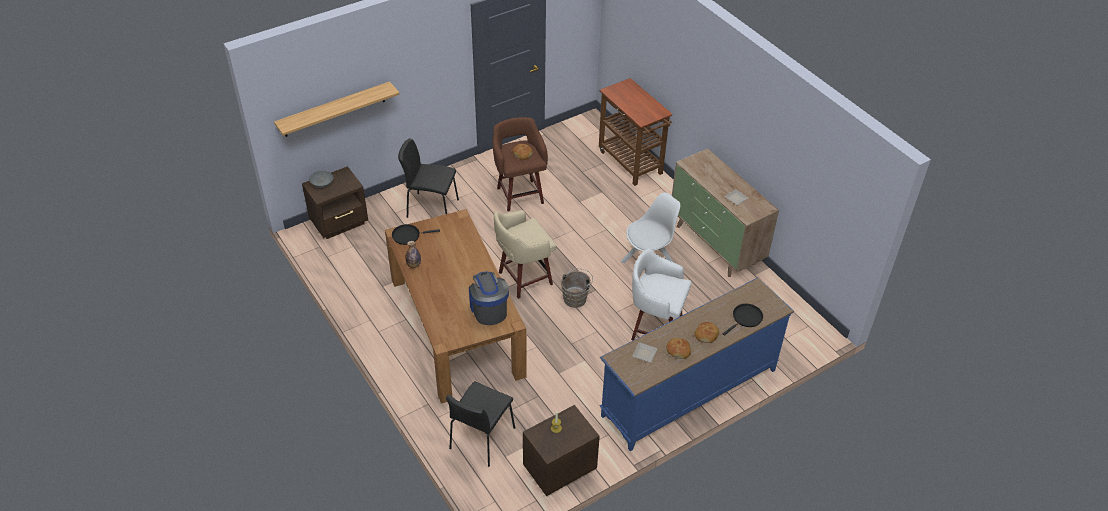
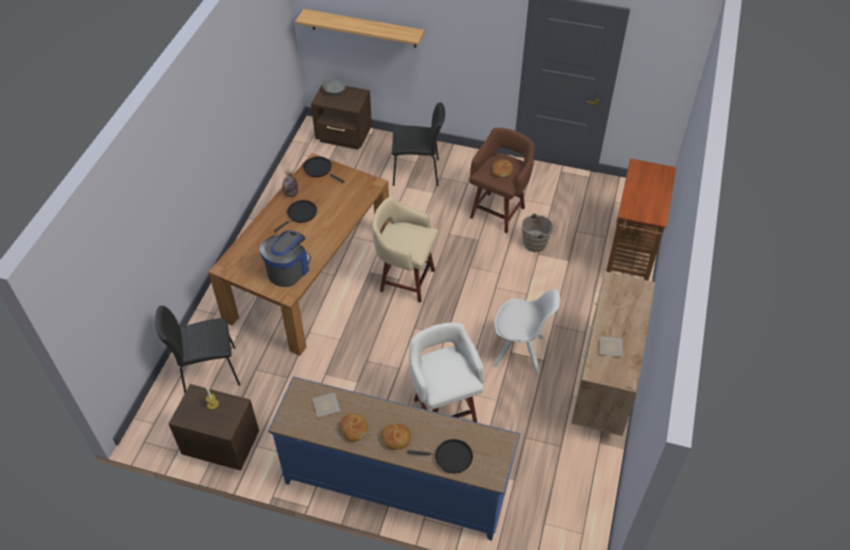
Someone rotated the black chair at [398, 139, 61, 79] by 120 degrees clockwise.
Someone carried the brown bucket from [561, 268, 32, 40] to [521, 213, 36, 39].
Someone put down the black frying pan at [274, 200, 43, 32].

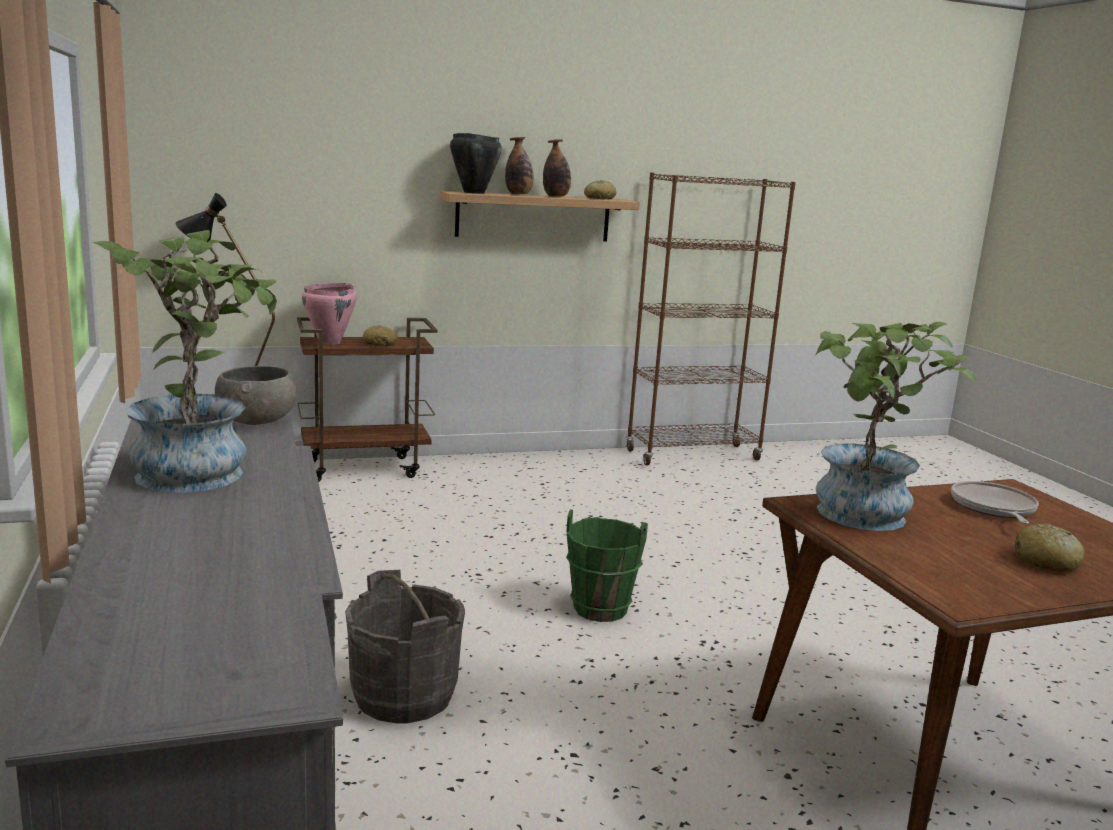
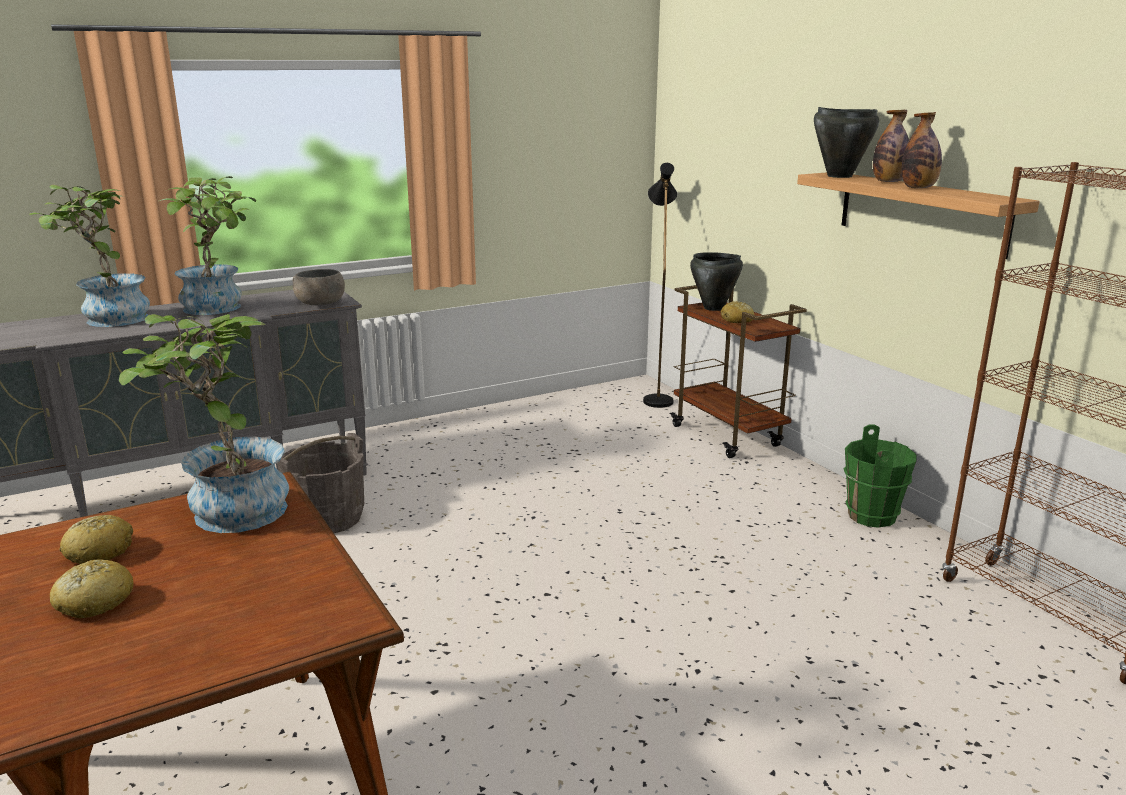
Someone repainted the pink cooking pot at [302, 283, 55, 62], which became the black cooking pot at [690, 252, 53, 59].
Someone carried the green bucket from [566, 509, 82, 113] to [844, 425, 73, 103].
Someone carried the bread from [584, 180, 32, 19] to [59, 515, 74, 49].
Someone took away the frying pan at [951, 481, 88, 43].
Someone put down the potted plant at [29, 185, 121, 142].

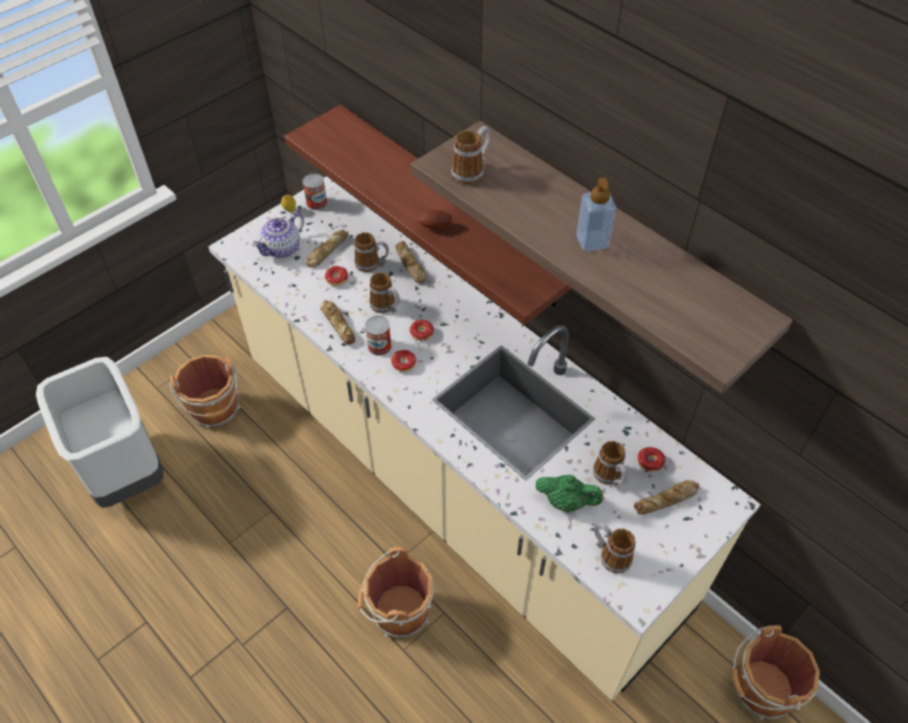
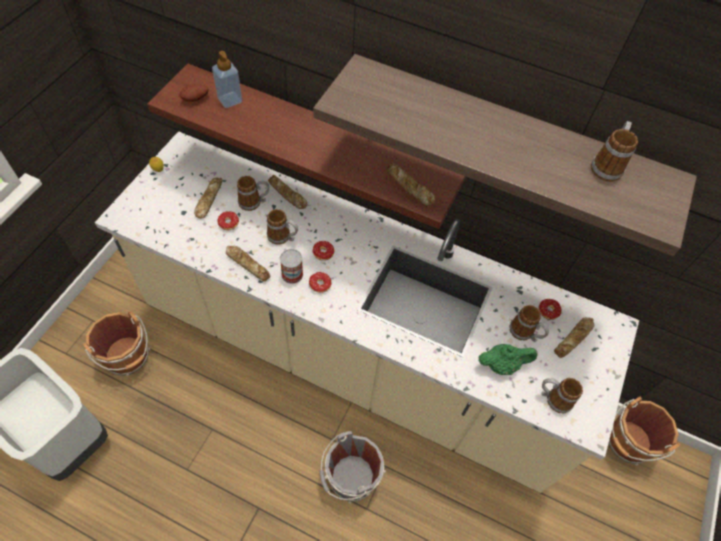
Someone took away the teapot at [252, 212, 52, 46].
Someone took away the can at [302, 173, 25, 37].
Someone repainted the brown bucket at [358, 547, 76, 91], which became the grey bucket at [320, 431, 66, 73].
Someone carried the potato from [418, 210, 34, 19] to [179, 84, 30, 17].
Someone carried the mug from [451, 126, 40, 58] to [591, 121, 47, 61].
Someone carried the soap dispenser from [576, 178, 40, 74] to [212, 51, 30, 57].
Someone put down the bread at [386, 162, 49, 44].

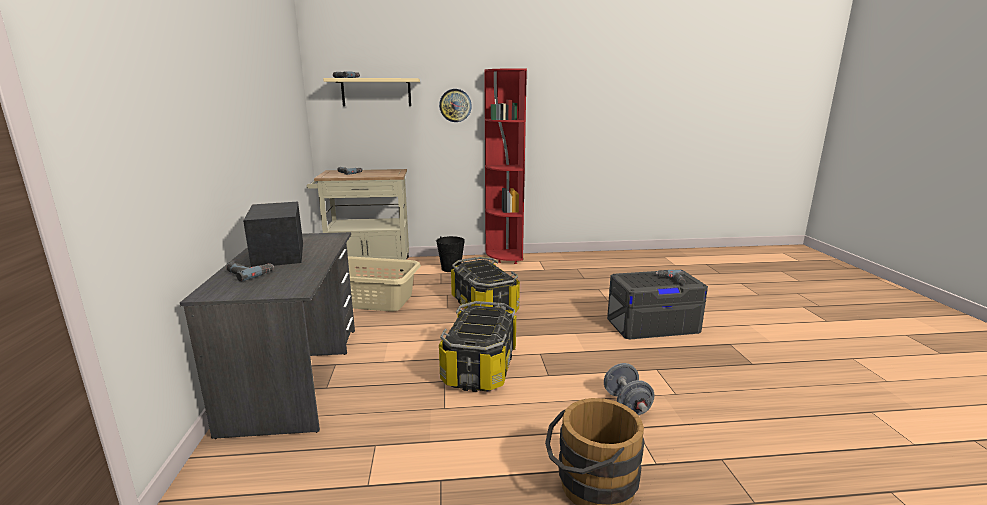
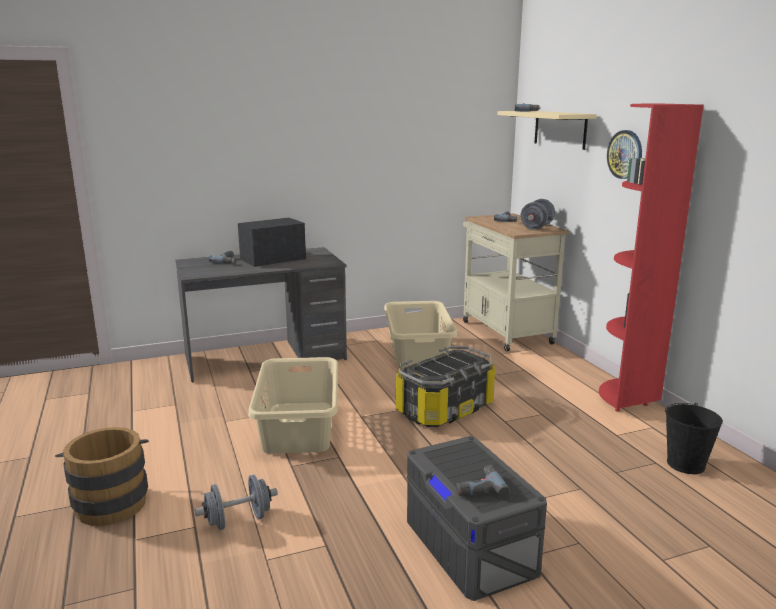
Someone carried the black bucket from [436, 236, 29, 36] to [665, 403, 58, 71].
Someone swapped the storage box at [439, 301, 77, 91] for the beige laundry basket at [248, 357, 90, 97].
Someone put down the grey dumbbell at [520, 199, 35, 31].

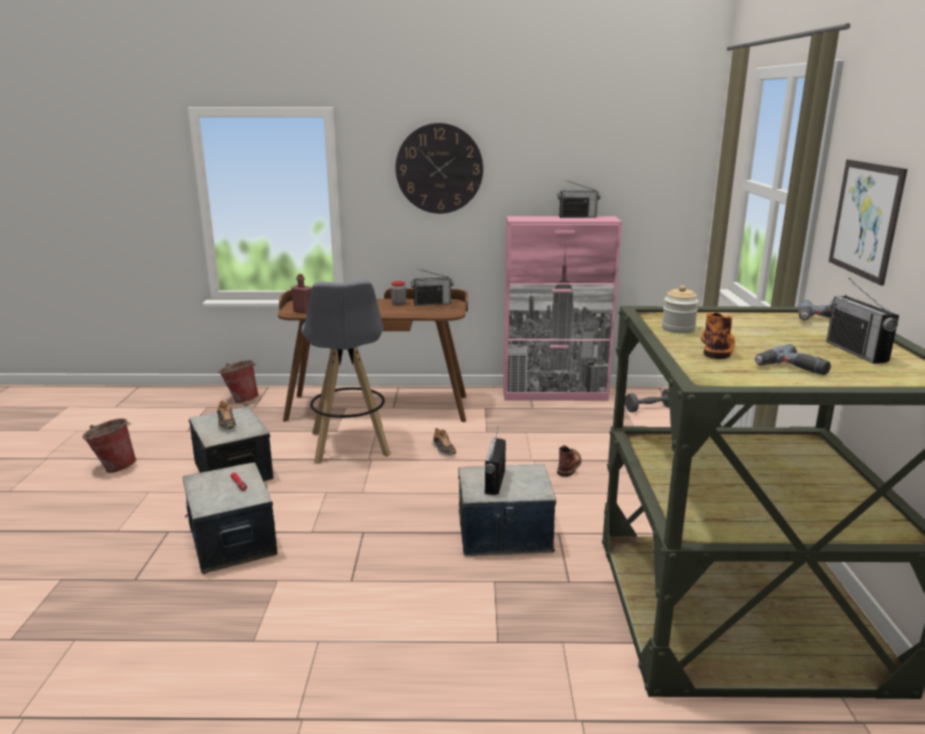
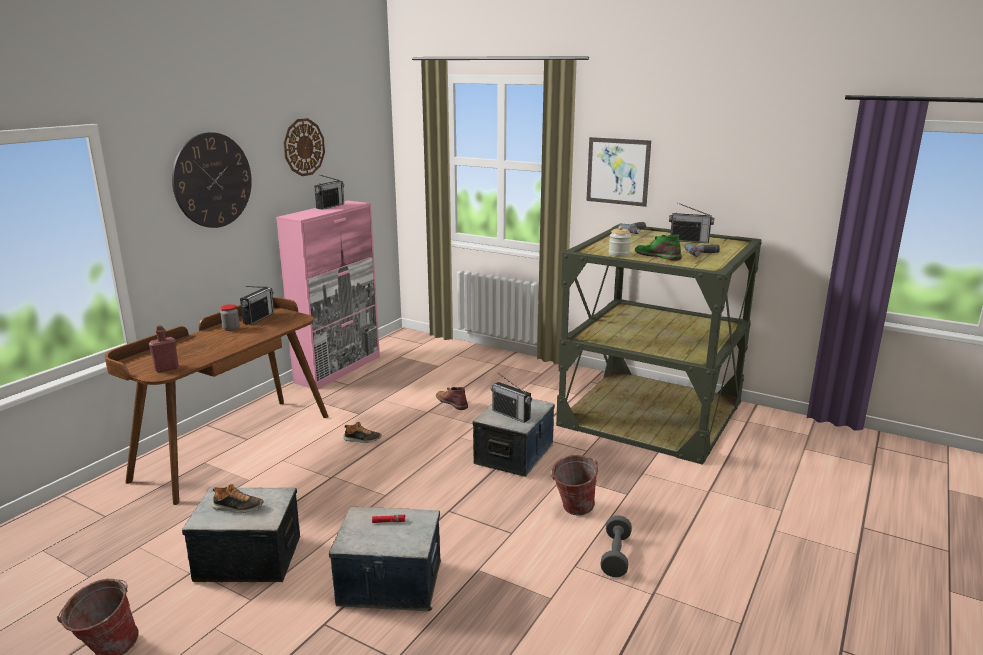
Someone carried the bucket from [219, 360, 40, 43] to [550, 455, 48, 60].
Someone took away the grey stool at [301, 279, 90, 184].
Someone carried the grey dumbbell from [625, 389, 45, 23] to [600, 515, 32, 62].
Someone repainted the orange boot at [701, 312, 34, 47], which became the green boot at [635, 235, 47, 26].
Someone put up the wall clock at [283, 118, 42, 58].

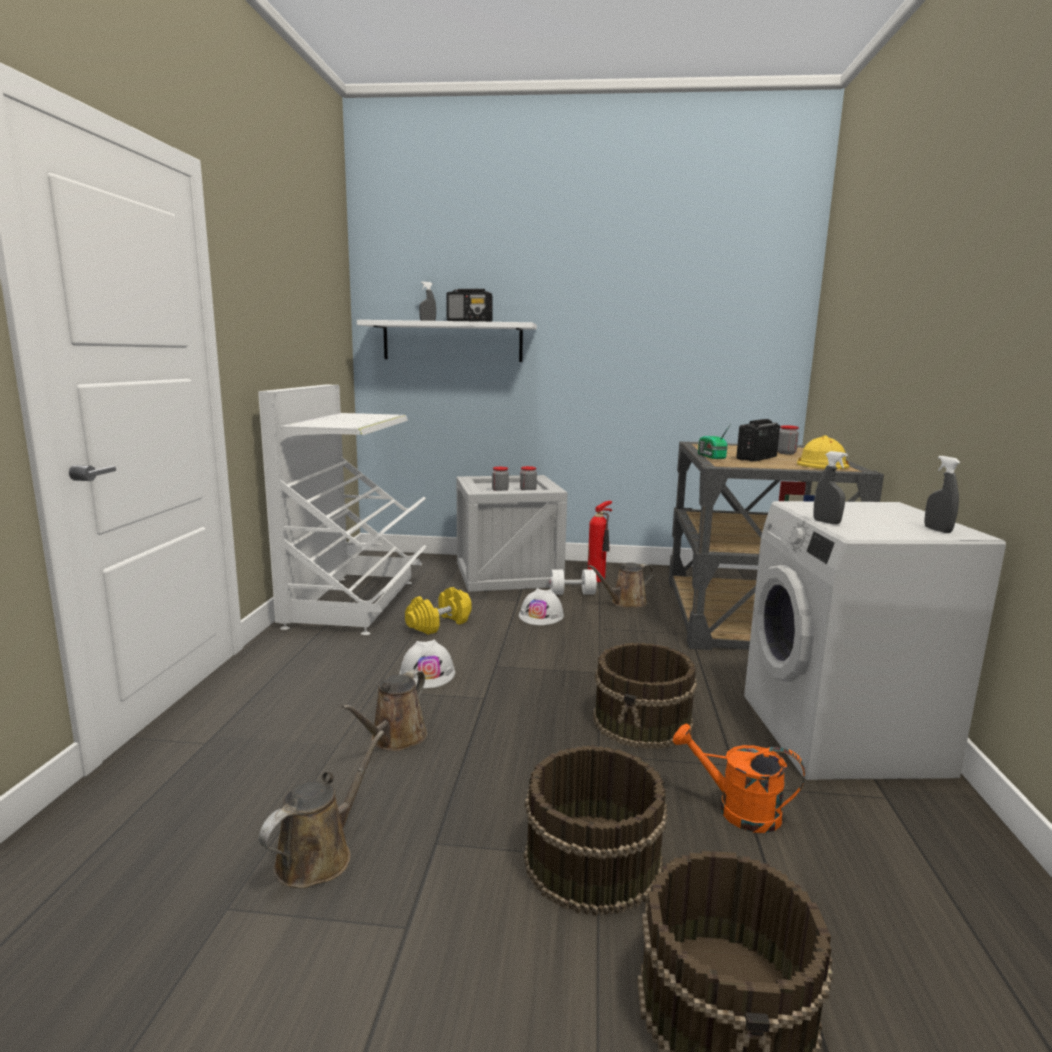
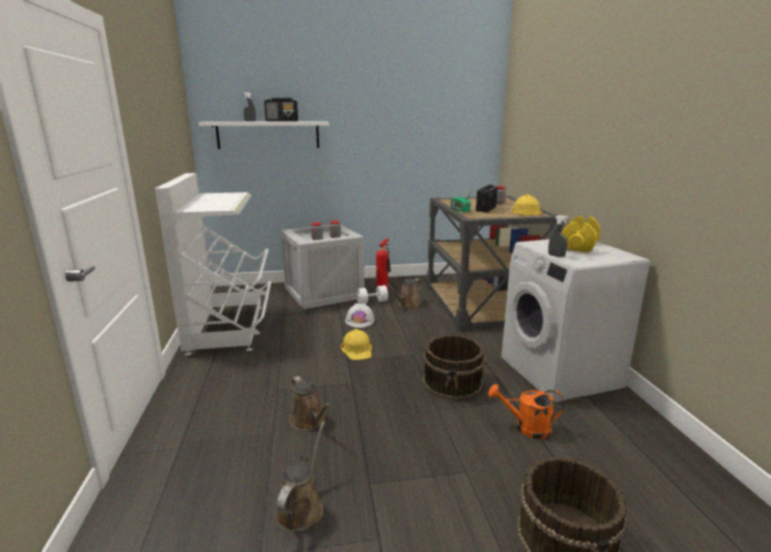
Someone rotated the brown watering can at [341, 670, 87, 81] by 45 degrees counterclockwise.
Someone took away the white hard hat at [399, 640, 56, 48].
Someone carried the yellow dumbbell from [405, 587, 67, 48] to [561, 216, 40, 37].
Someone took away the brown bucket at [524, 745, 143, 171].
Someone took away the grey spray bottle at [924, 456, 36, 77].
Someone put down the yellow hard hat at [341, 329, 31, 31].

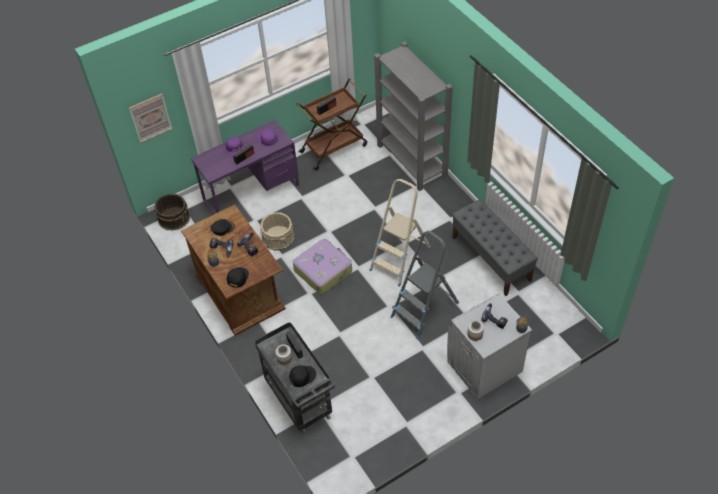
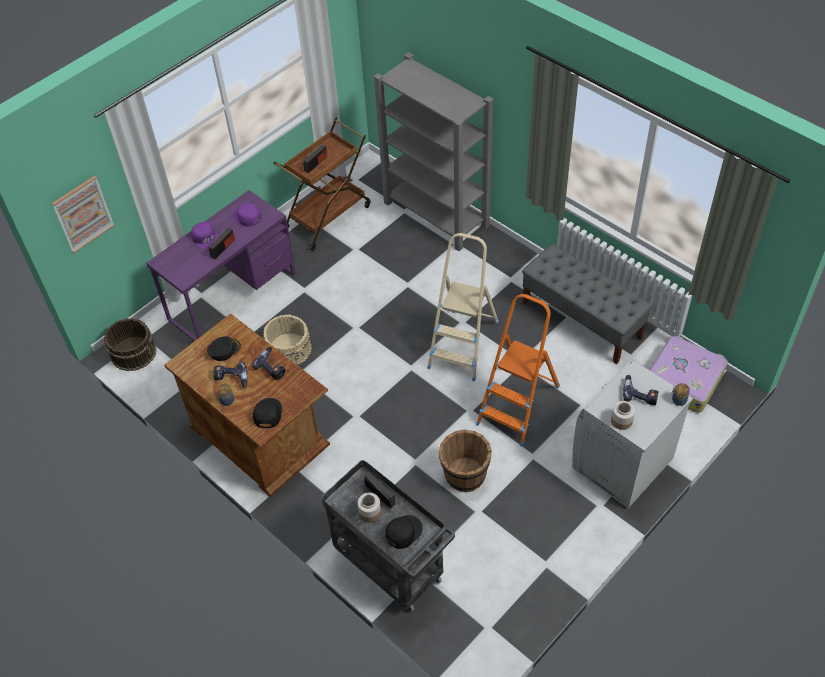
Someone carried the suitcase from [293, 239, 59, 55] to [649, 336, 79, 77].
Someone repainted the grey step ladder at [390, 231, 69, 108], which became the orange step ladder at [476, 294, 84, 152].
Someone put down the brown bucket at [439, 429, 53, 63].

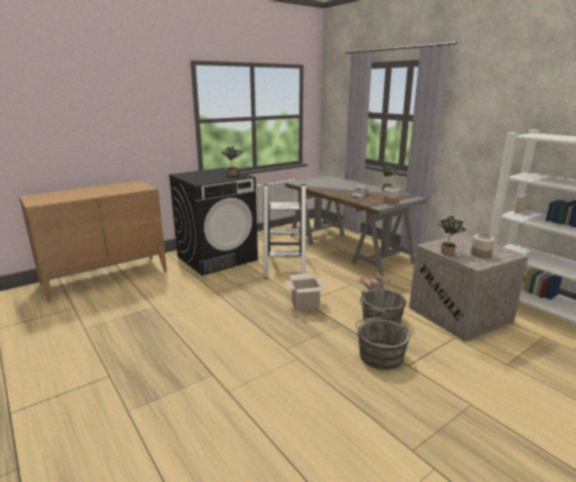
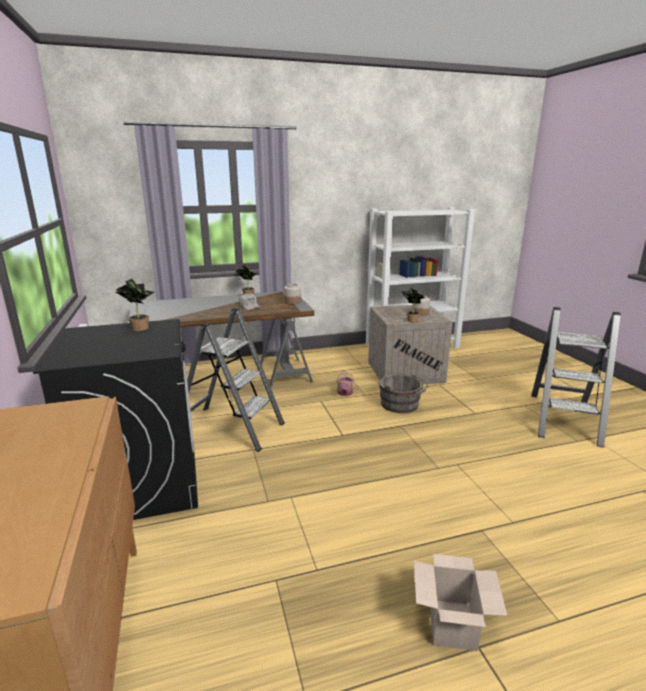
Someone carried the cardboard box from [285, 273, 42, 38] to [414, 554, 93, 97].
Someone took away the grey bucket at [355, 317, 55, 53].
Someone put down the grey step ladder at [531, 307, 90, 141].

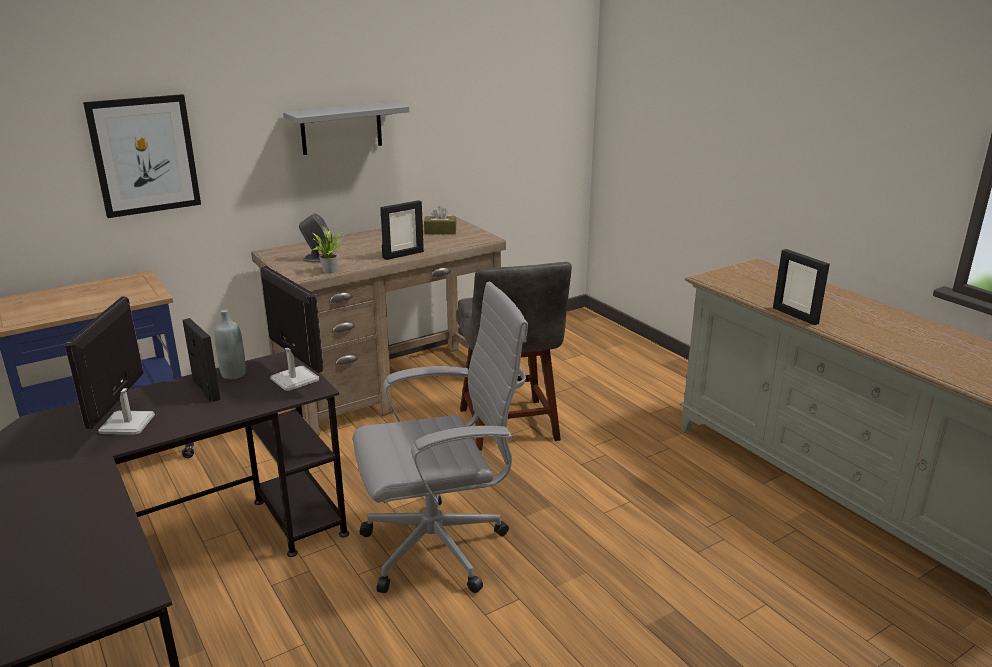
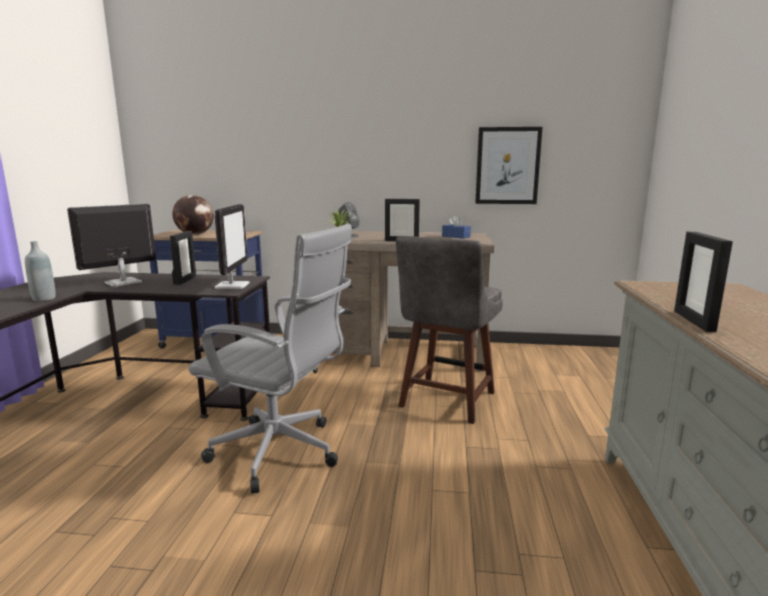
Someone carried the picture from [83, 94, 118, 124] to [475, 127, 67, 77].
Someone carried the grey bottle from [214, 309, 32, 70] to [25, 241, 31, 60].
Someone took away the grey shelf at [283, 102, 126, 53].
Someone repainted the brown tissue box at [424, 206, 33, 28], which became the blue tissue box at [442, 215, 29, 24].
Someone put down the globe at [172, 195, 42, 40].

